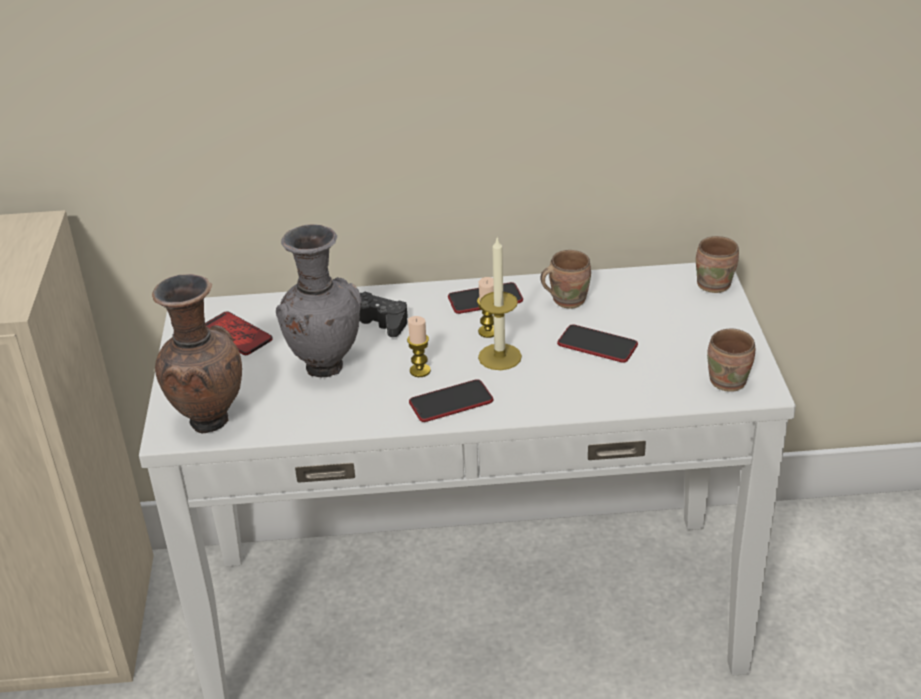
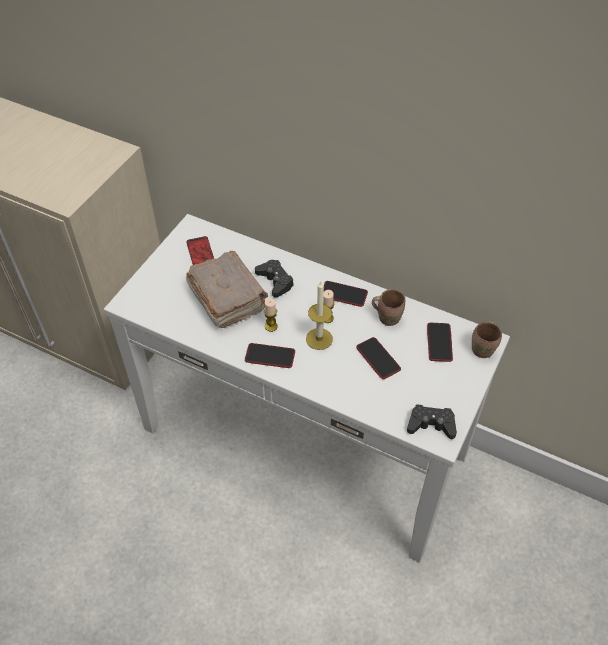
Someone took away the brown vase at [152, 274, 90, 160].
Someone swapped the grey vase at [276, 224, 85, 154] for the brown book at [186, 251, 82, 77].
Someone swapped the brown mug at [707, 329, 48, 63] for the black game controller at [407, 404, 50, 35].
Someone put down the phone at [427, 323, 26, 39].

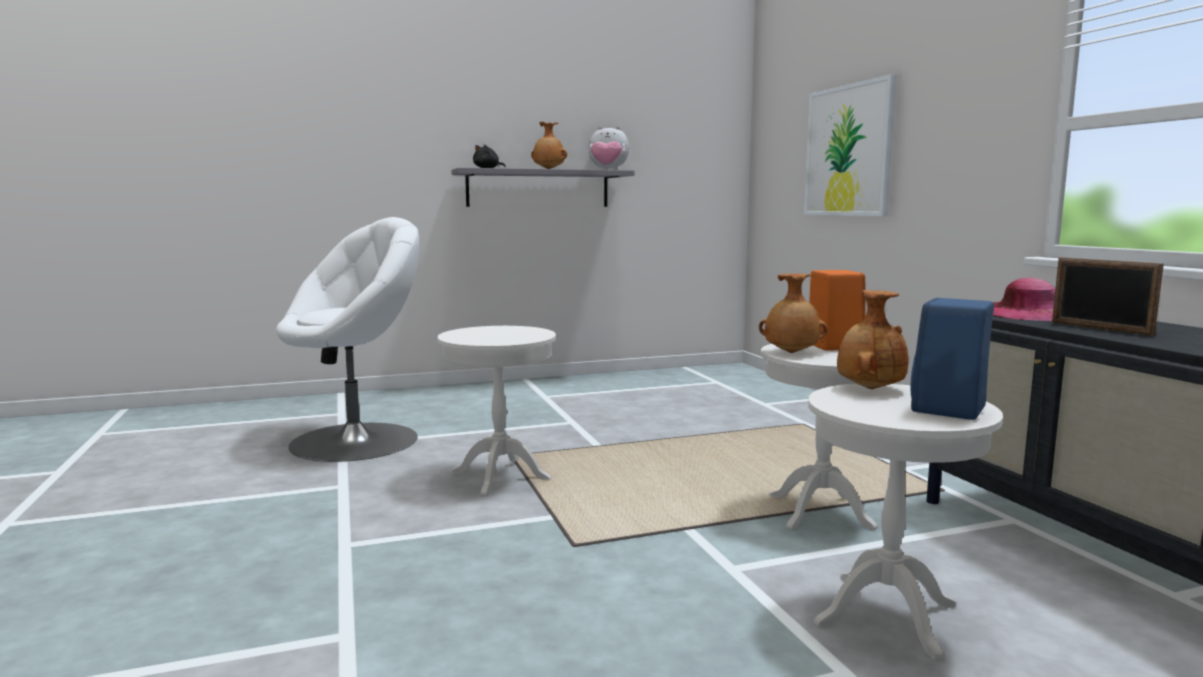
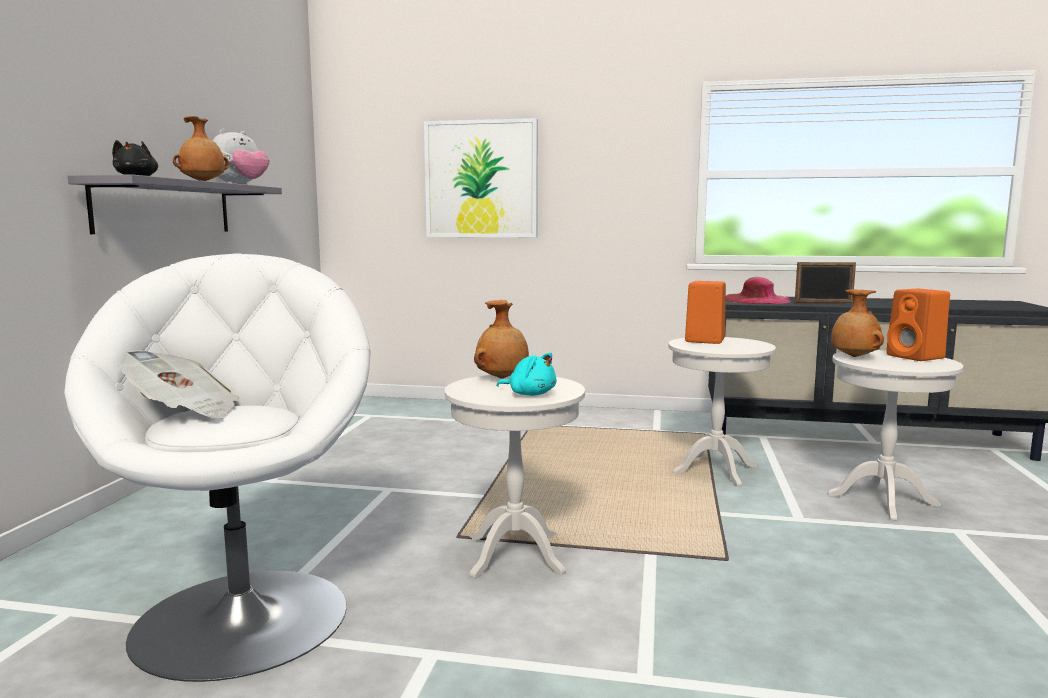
Someone carried the brown vase from [759, 274, 69, 79] to [474, 300, 55, 79].
Someone repainted the blue speaker at [911, 298, 83, 122], which became the orange speaker at [886, 289, 64, 72].
Someone put down the newspaper at [118, 350, 122, 69].
Someone put down the turquoise plush toy at [496, 353, 60, 43].

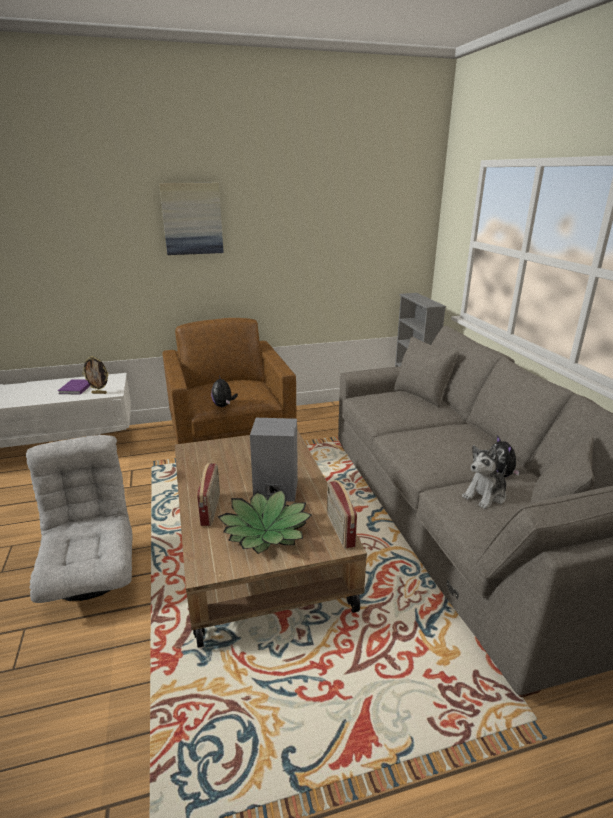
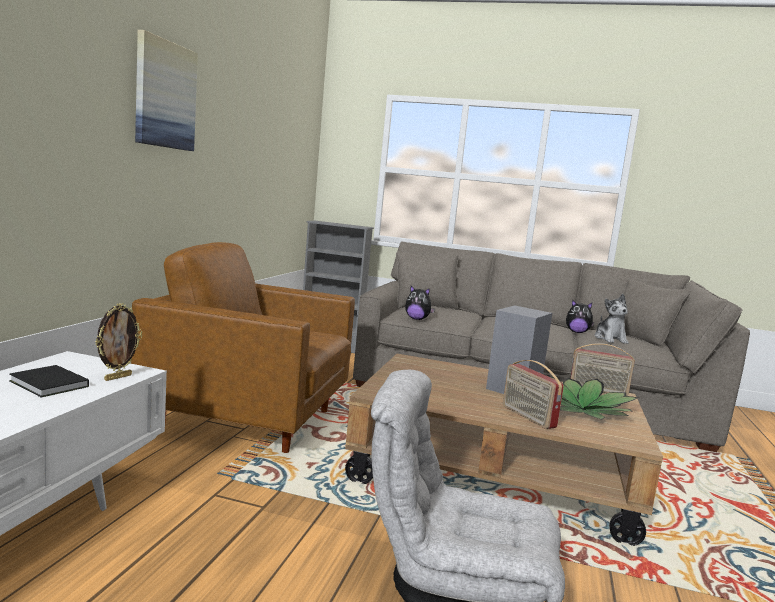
Someone repainted the purple book at [58, 379, 33, 16], which became the black book at [9, 365, 80, 33].
Someone rotated the radio at [197, 463, 23, 63] by 150 degrees counterclockwise.
Someone carried the plush toy from [211, 375, 27, 32] to [405, 286, 30, 34].

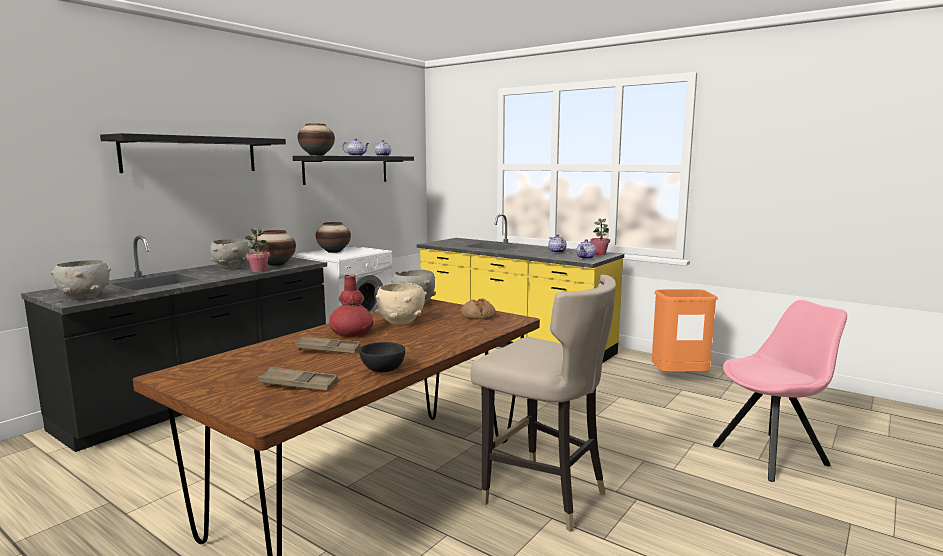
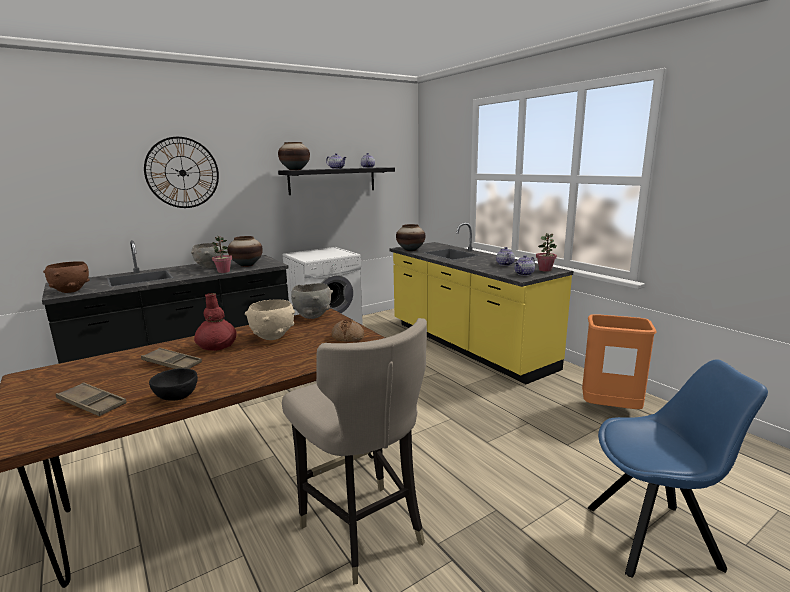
Someone repainted the grey bowl at [50, 260, 61, 40], which became the brown bowl at [43, 261, 47, 32].
Someone swapped the black shelf at [100, 133, 186, 40] for the wall clock at [144, 137, 75, 71].
Someone carried the vase from [316, 222, 35, 31] to [396, 224, 29, 27].
Someone repainted the pink chair at [713, 300, 134, 182], which became the blue chair at [588, 360, 180, 218].

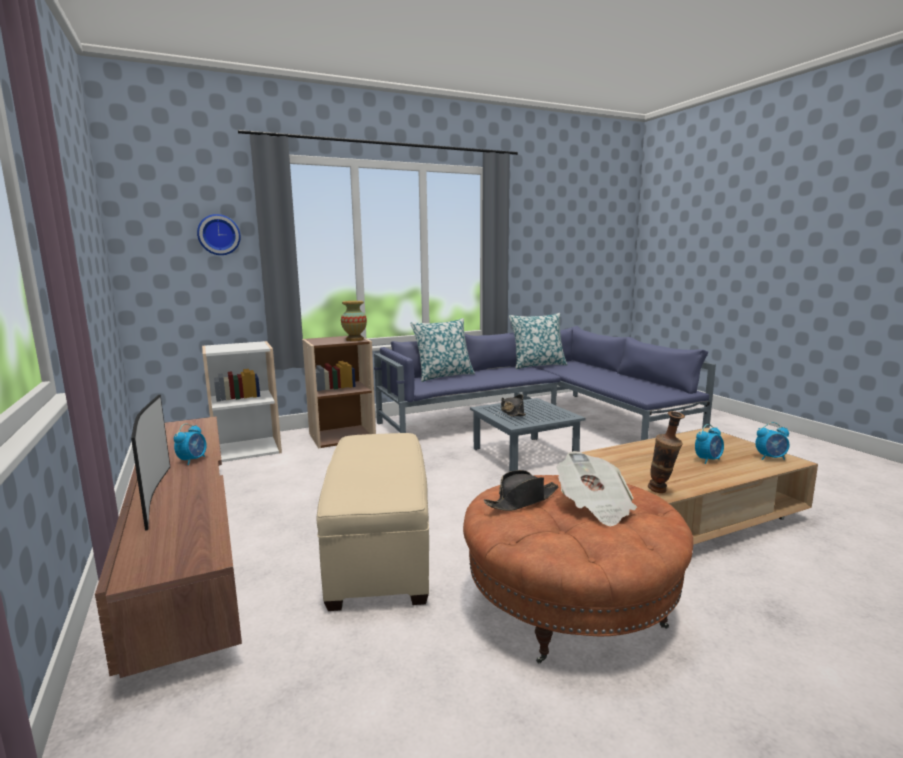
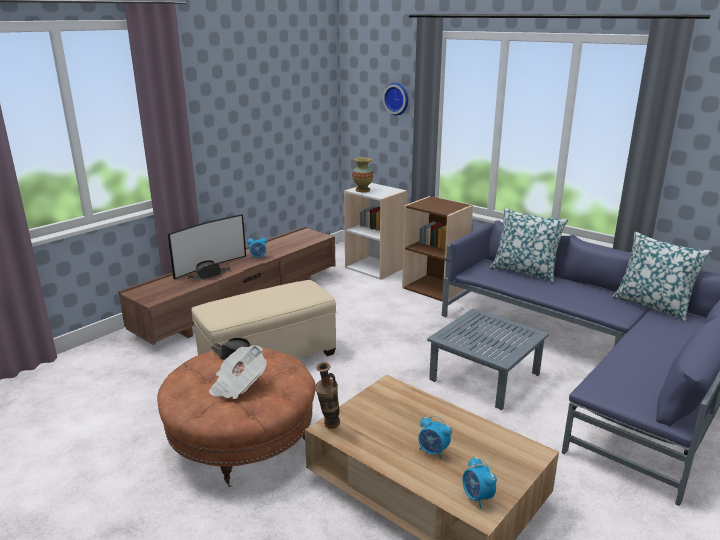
Someone carried the vase from [341, 301, 26, 40] to [352, 157, 21, 35].
Someone carried the black hat from [501, 394, 25, 22] to [186, 260, 44, 20].

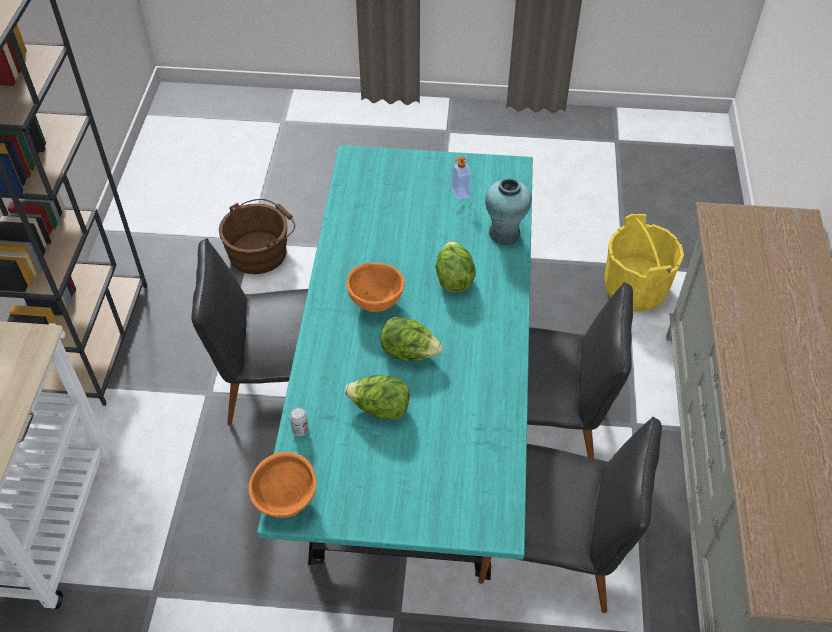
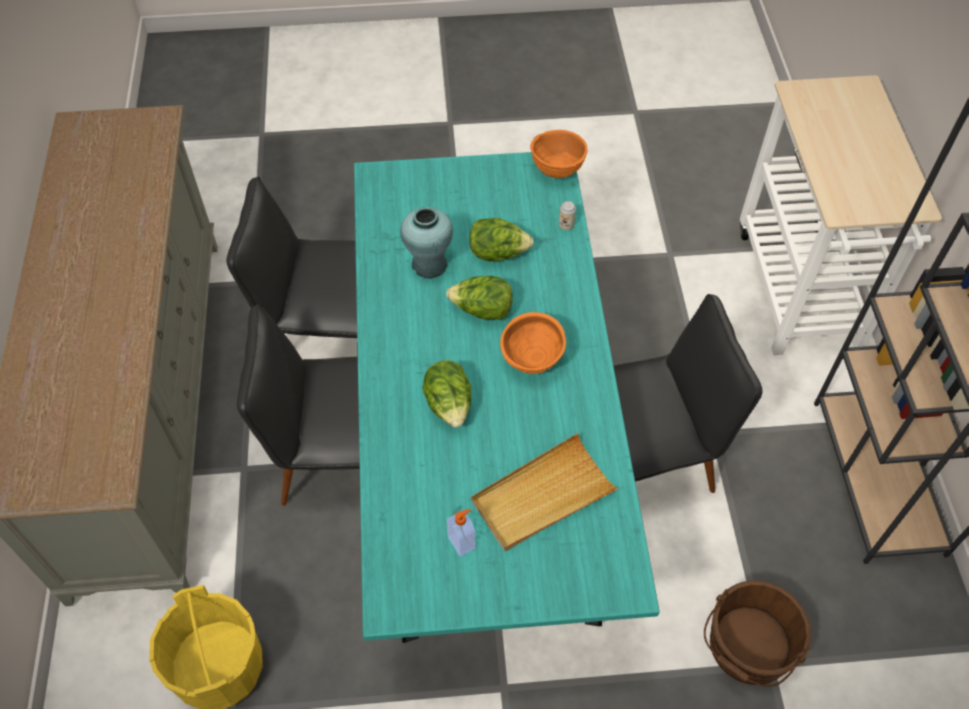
Someone carried the turquoise vase from [485, 178, 47, 67] to [400, 207, 53, 72].
Someone put down the beige tray at [471, 433, 148, 118].

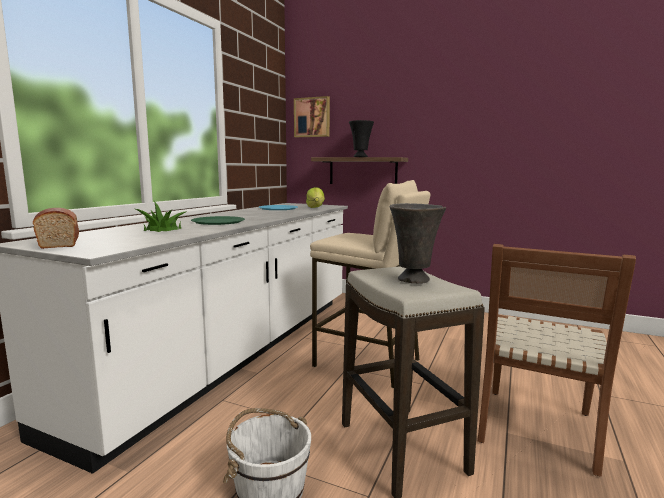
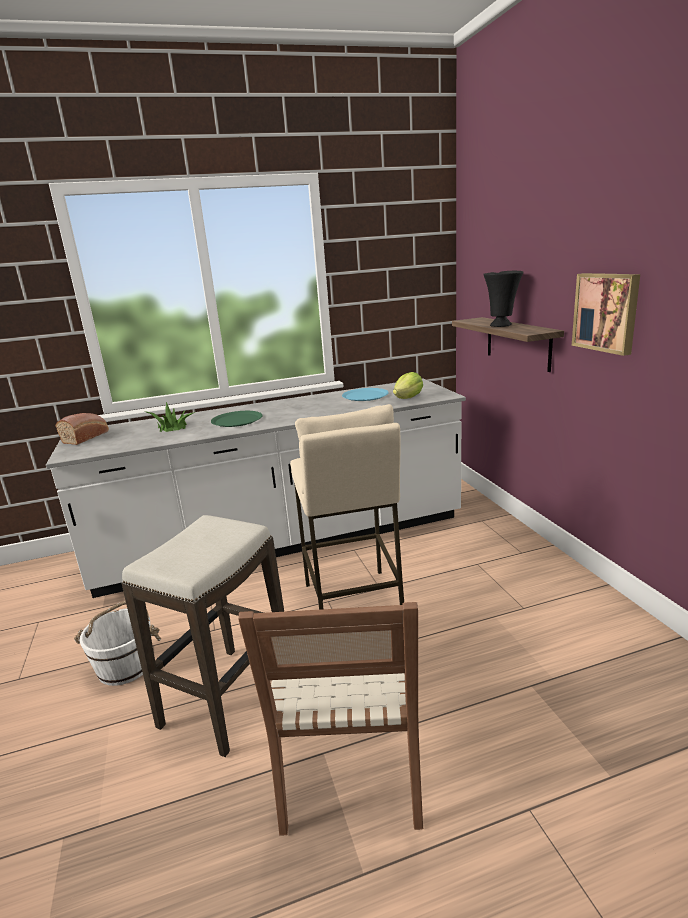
Someone carried the picture from [294, 96, 36, 41] to [572, 273, 68, 83].
Someone took away the grey vase at [390, 203, 56, 81].
Someone rotated the chair at [477, 244, 159, 233] by 75 degrees counterclockwise.

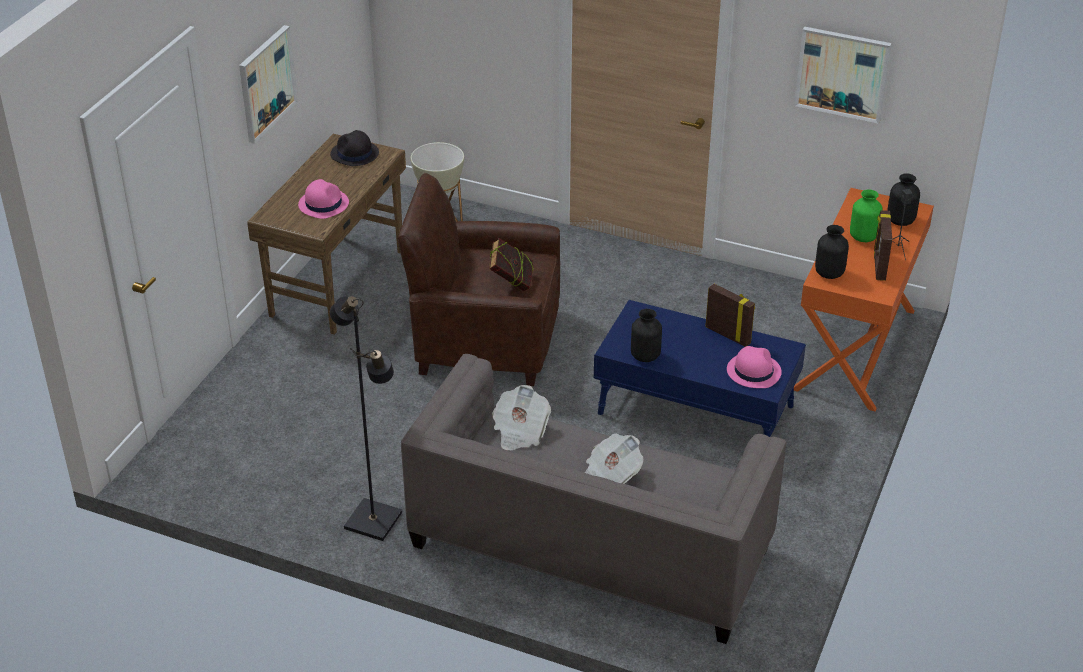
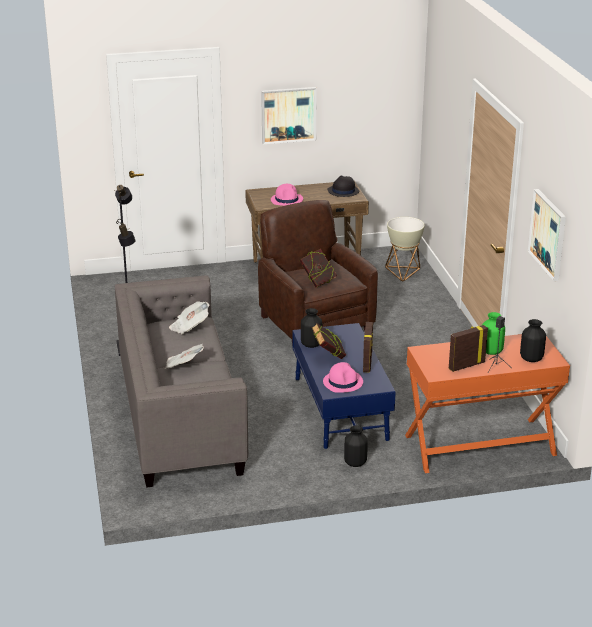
Someone carried the black vase from [815, 225, 34, 54] to [344, 426, 24, 41].
Someone put down the book at [312, 323, 34, 36].

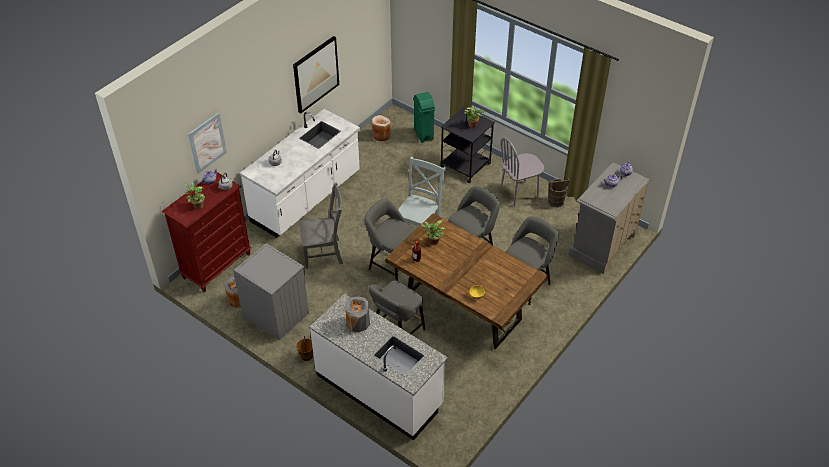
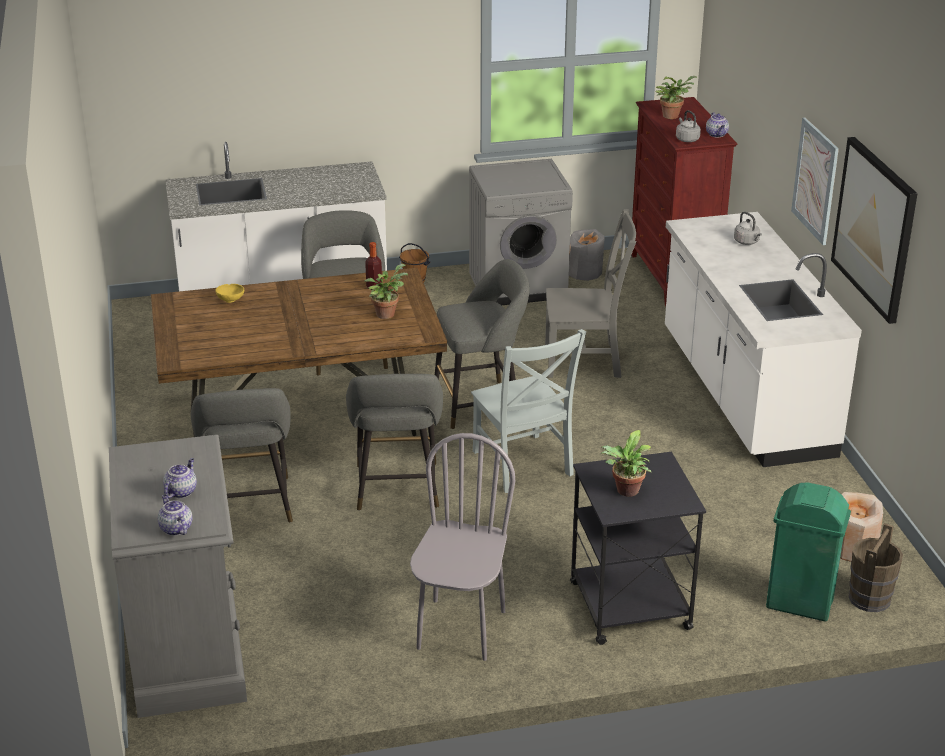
Someone carried the picture from [188, 113, 39, 61] to [791, 117, 48, 128].
Someone rotated the grey chair at [299, 182, 44, 87] by 120 degrees counterclockwise.
Someone took away the grey vase at [345, 296, 25, 36].
Someone carried the brown bucket from [548, 178, 22, 29] to [849, 523, 54, 89].

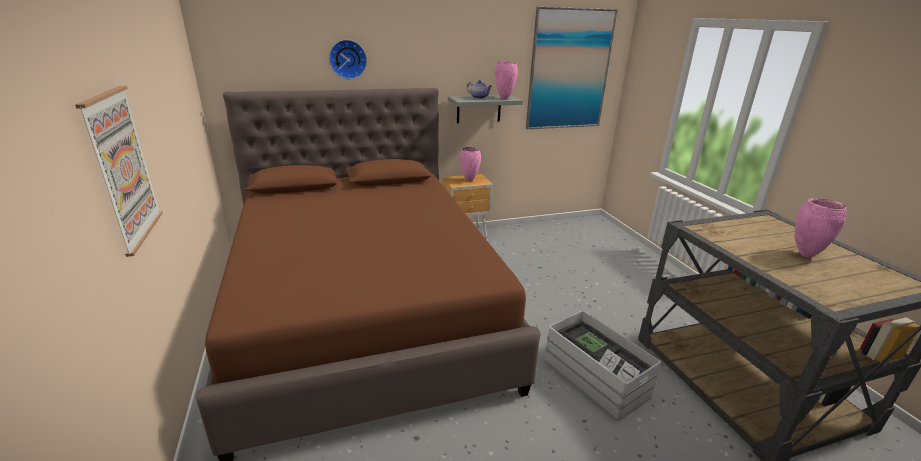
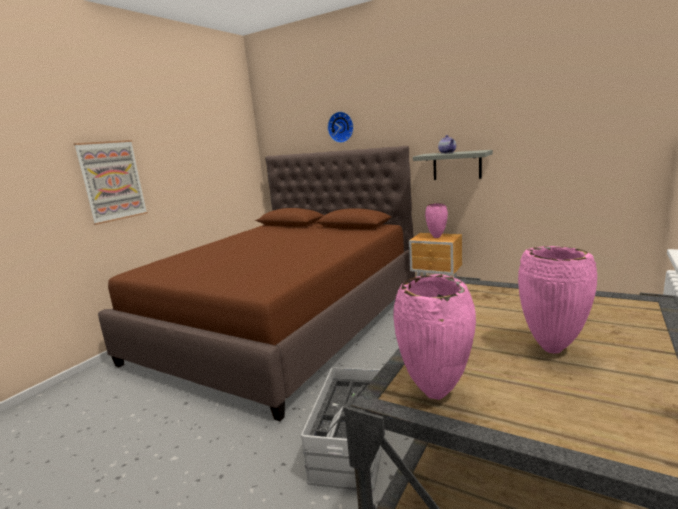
Someone carried the pink vase from [495, 62, 23, 37] to [393, 274, 83, 126].
Someone took away the picture at [526, 7, 91, 122].

